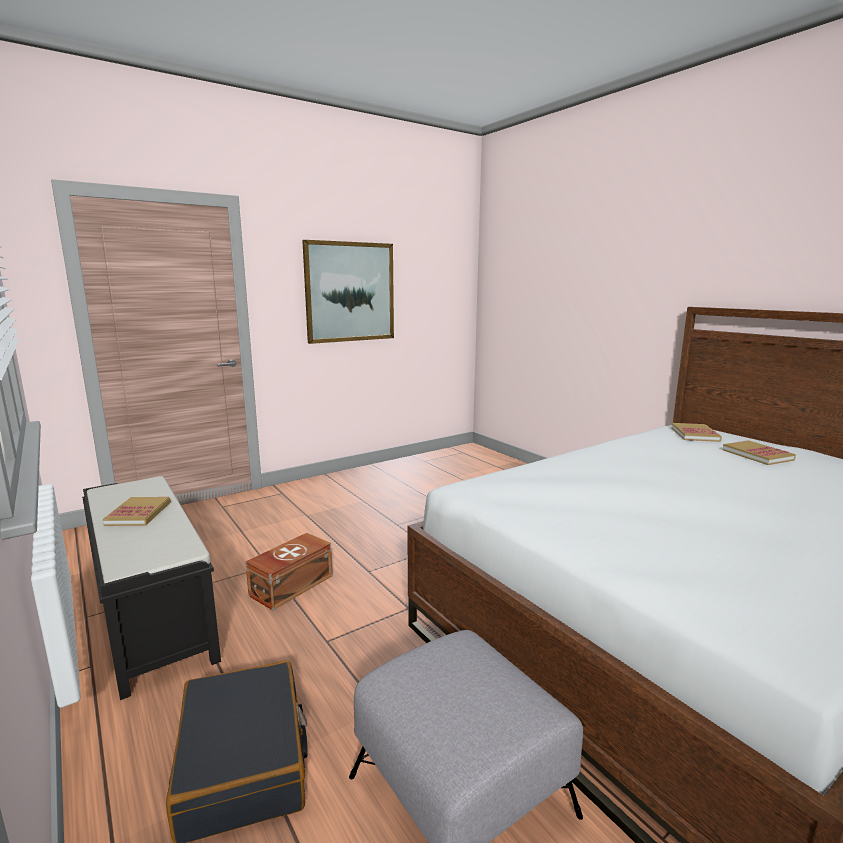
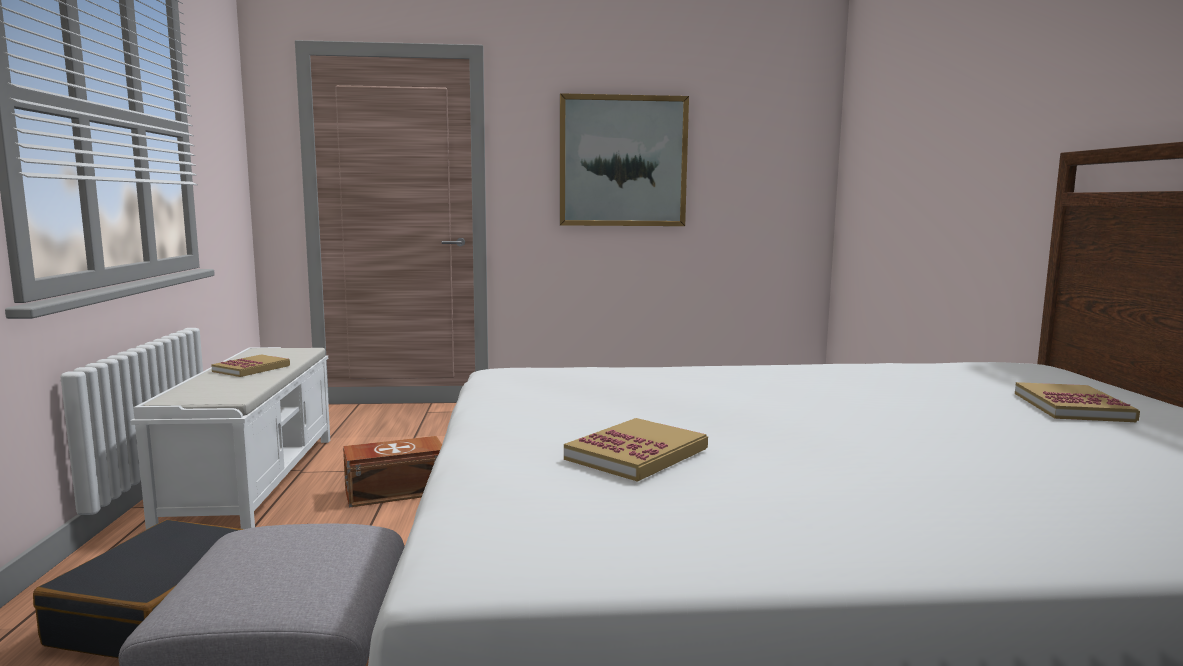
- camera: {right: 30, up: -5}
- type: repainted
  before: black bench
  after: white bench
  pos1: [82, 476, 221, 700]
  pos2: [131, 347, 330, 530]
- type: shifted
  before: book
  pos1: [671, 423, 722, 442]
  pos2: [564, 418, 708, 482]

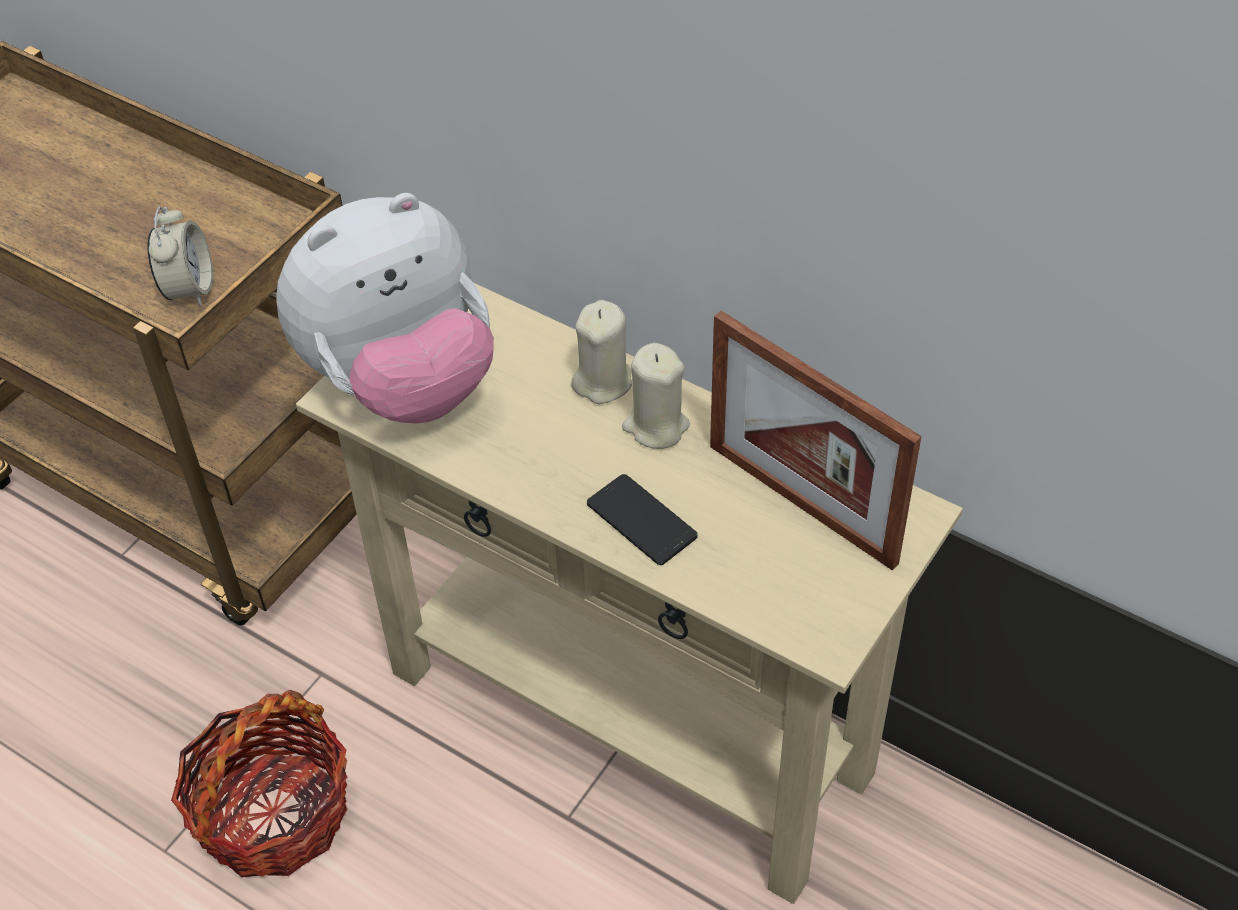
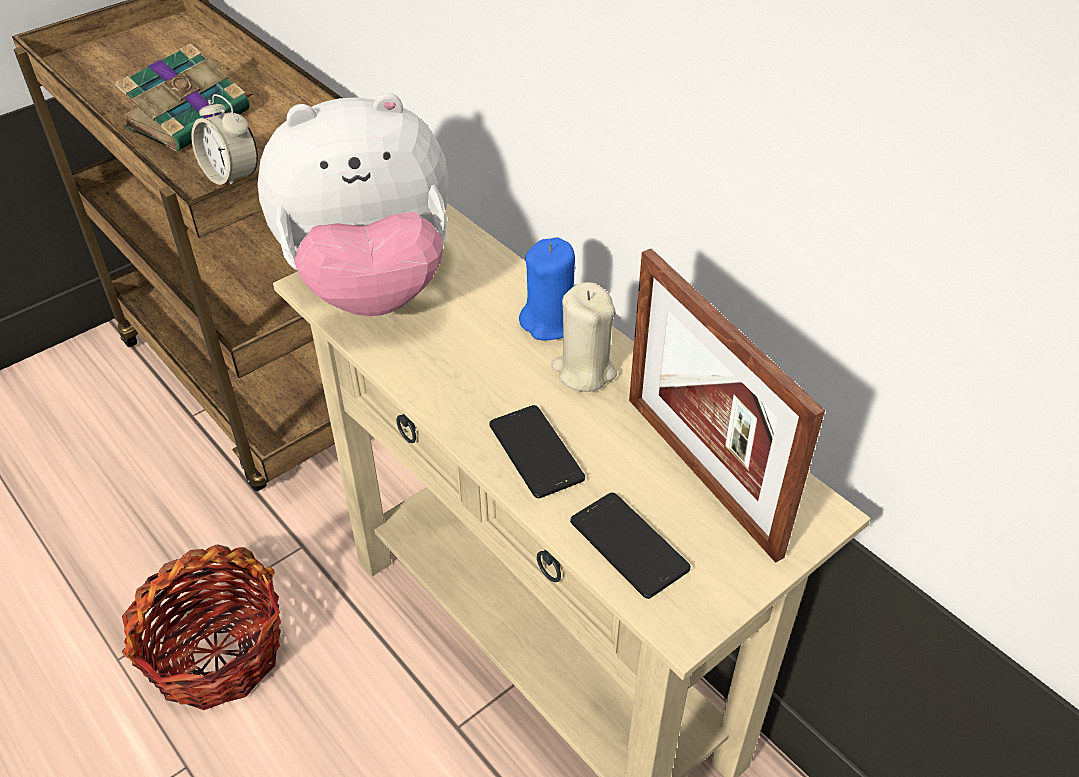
- camera: {right: 15, up: -5}
- type: new
  after: book
  pos2: [115, 43, 253, 152]
- type: rotated
  before: alarm clock
  pos1: [148, 206, 213, 306]
  pos2: [191, 94, 258, 185]
  turn: 120
- type: repainted
  before: beige candle
  after: blue candle
  pos1: [571, 300, 632, 404]
  pos2: [519, 237, 575, 341]
- type: new
  after: phone
  pos2: [570, 493, 691, 599]

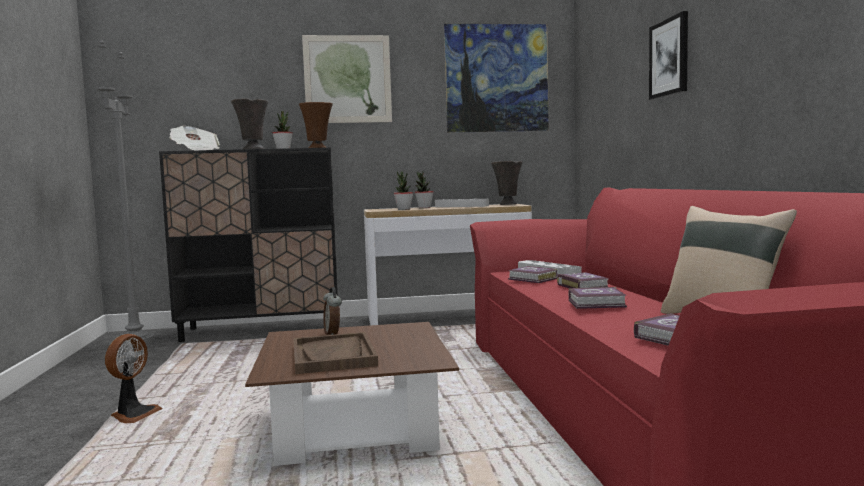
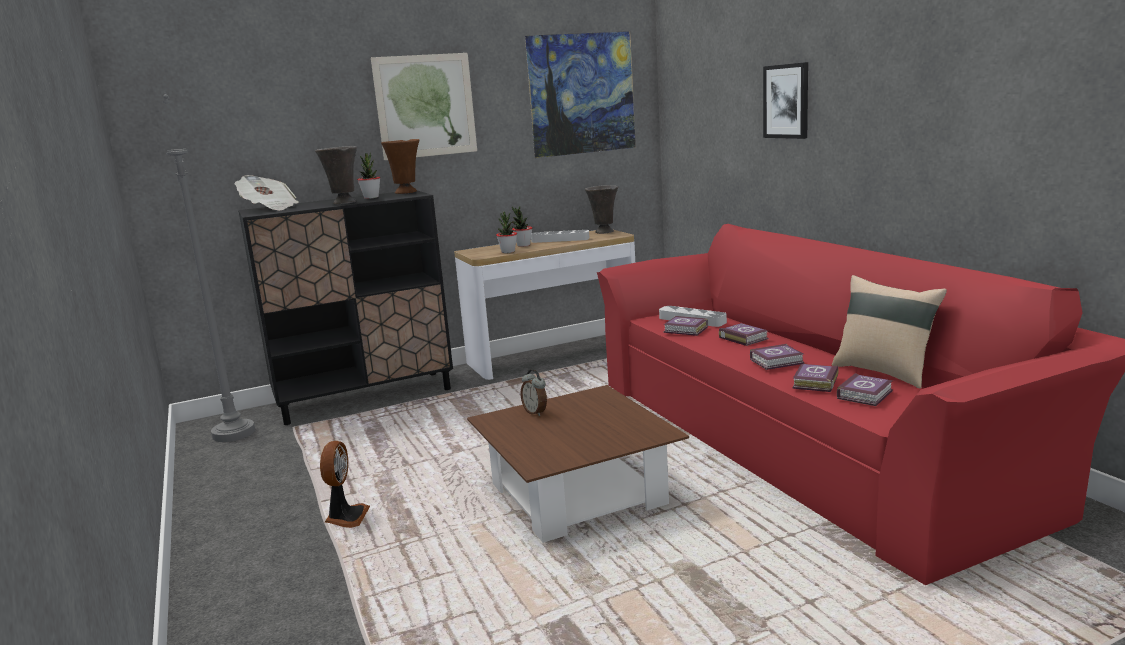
- camera: {right: -15, up: 10}
- type: new
  after: book
  pos2: [793, 364, 838, 392]
- type: gone
  before: brown tray
  pos1: [293, 332, 378, 374]

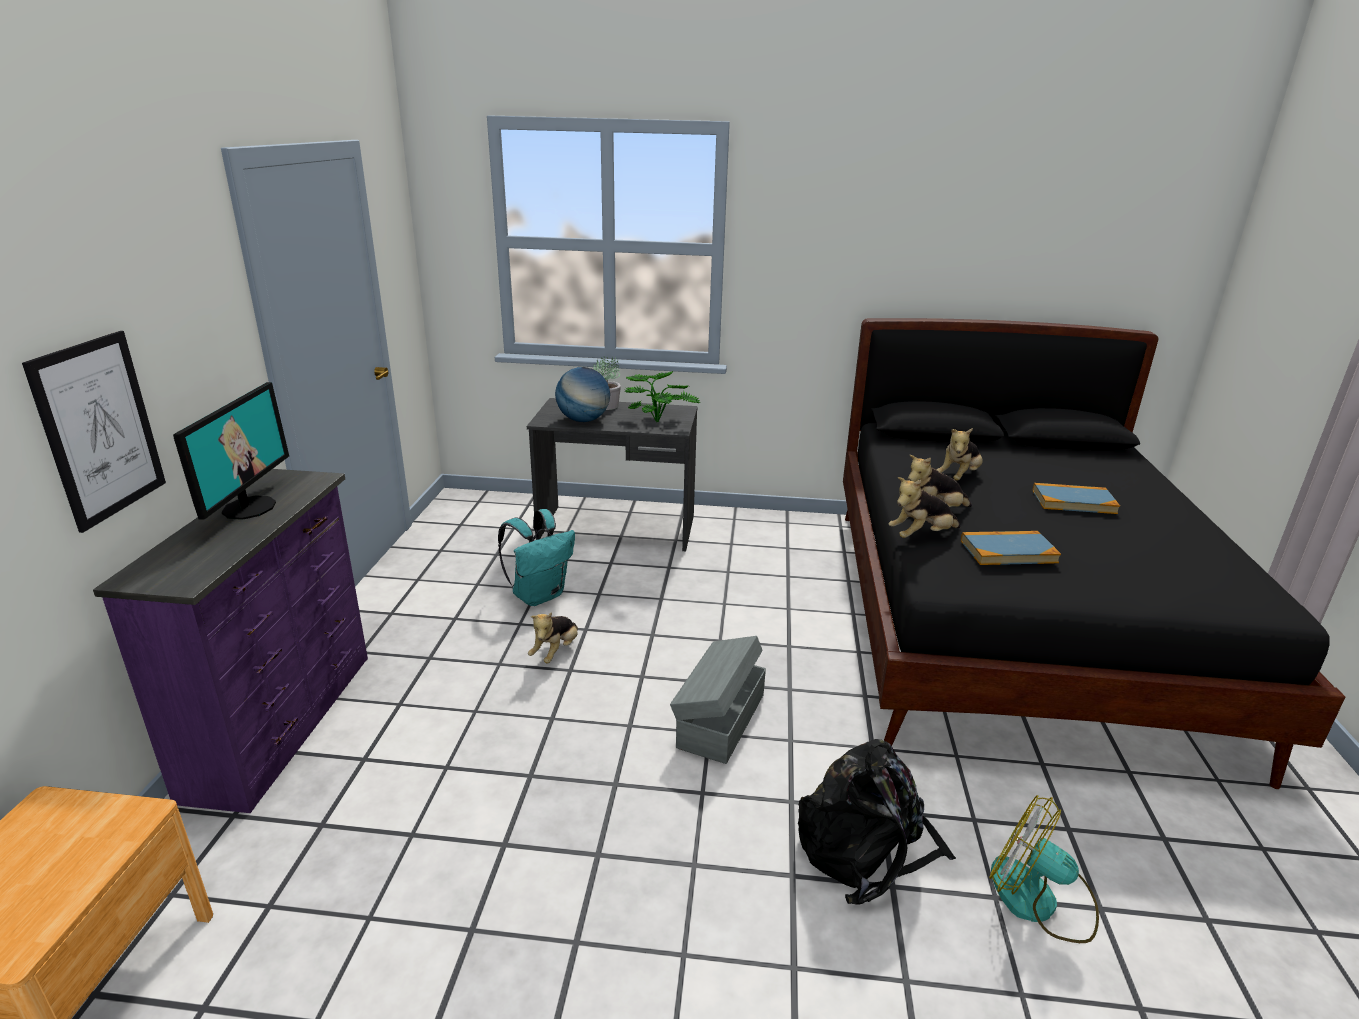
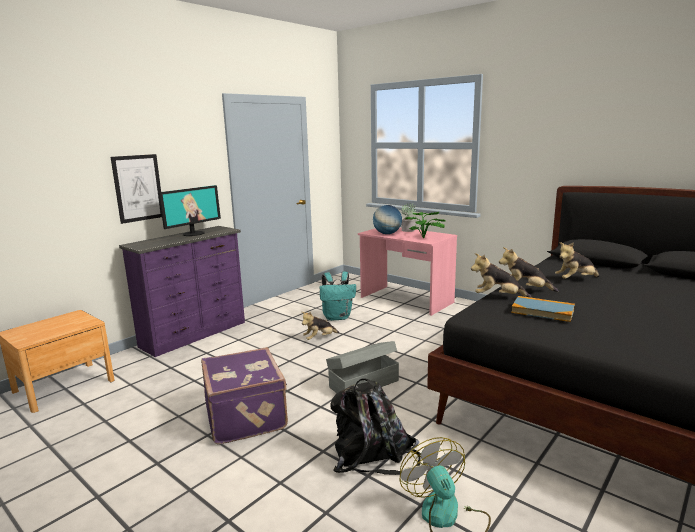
- camera: {right: 35, up: -10}
- type: new
  after: purple suitcase
  pos2: [201, 347, 288, 444]
- type: repainted
  before: grey desk
  after: pink desk
  pos1: [527, 398, 698, 551]
  pos2: [358, 227, 457, 316]
- type: gone
  before: book
  pos1: [1032, 483, 1120, 514]

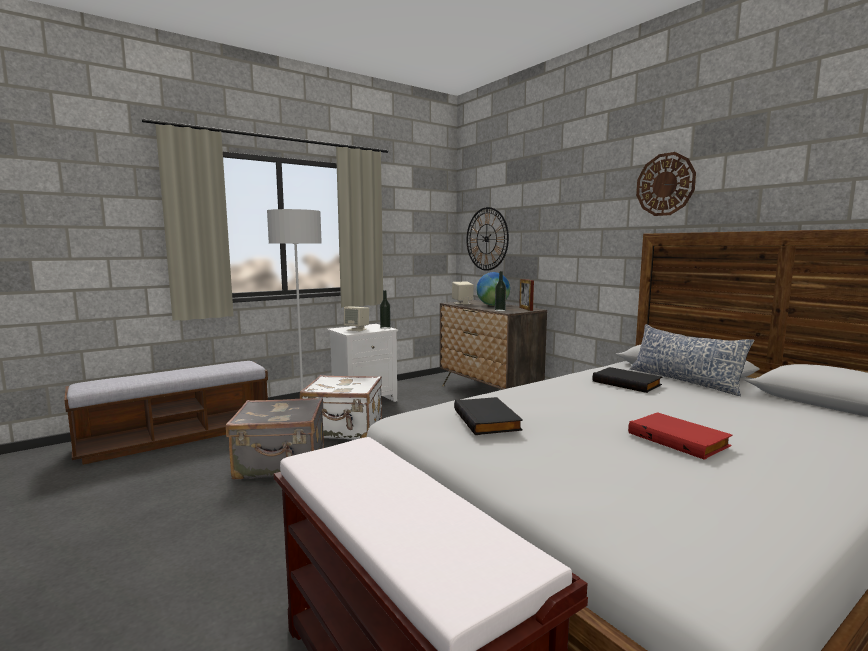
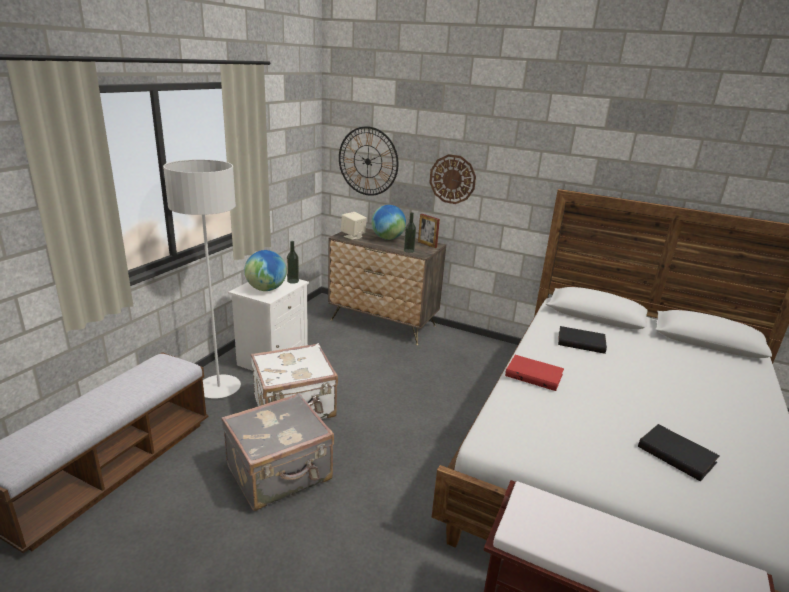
- camera: {right: -30, up: 15}
- type: swapped
  before: beige speaker
  after: globe
  pos1: [344, 307, 369, 331]
  pos2: [244, 250, 287, 291]
- type: shifted
  before: wall clock
  pos1: [636, 152, 696, 216]
  pos2: [429, 154, 476, 204]
- type: shifted
  before: red book
  pos1: [628, 412, 733, 460]
  pos2: [505, 355, 564, 391]
- type: shifted
  before: black book
  pos1: [454, 397, 523, 435]
  pos2: [638, 424, 720, 481]
- type: gone
  before: pillow
  pos1: [630, 324, 755, 396]

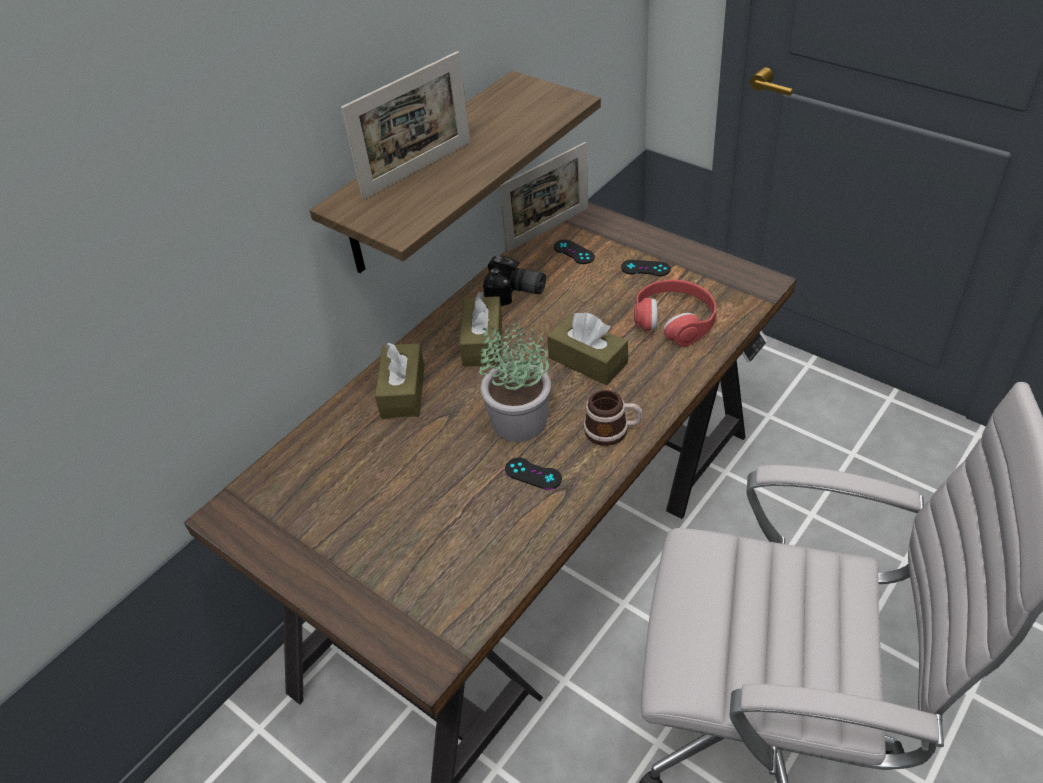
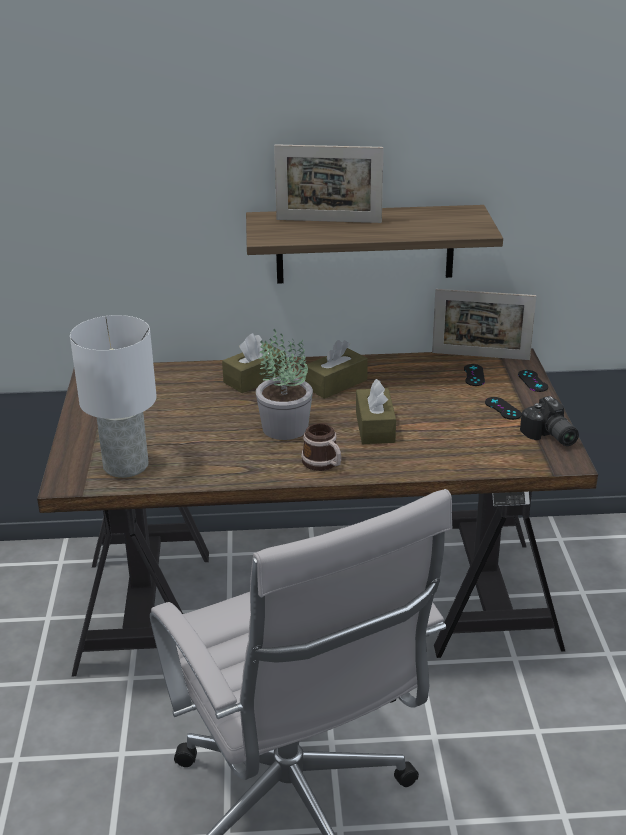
- camera: {right: 45, up: -15}
- type: new
  after: white table lamp
  pos2: [70, 315, 157, 478]
- type: shifted
  before: black game controller
  pos1: [505, 458, 562, 490]
  pos2: [518, 370, 548, 392]
- type: shifted
  before: photo camera
  pos1: [483, 256, 546, 306]
  pos2: [520, 396, 579, 446]
- type: gone
  before: red headphones
  pos1: [634, 279, 716, 347]

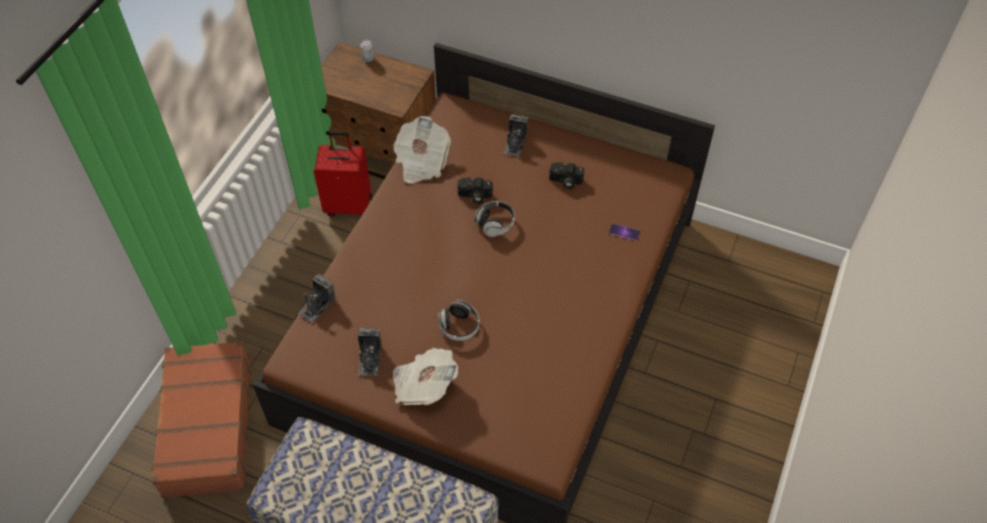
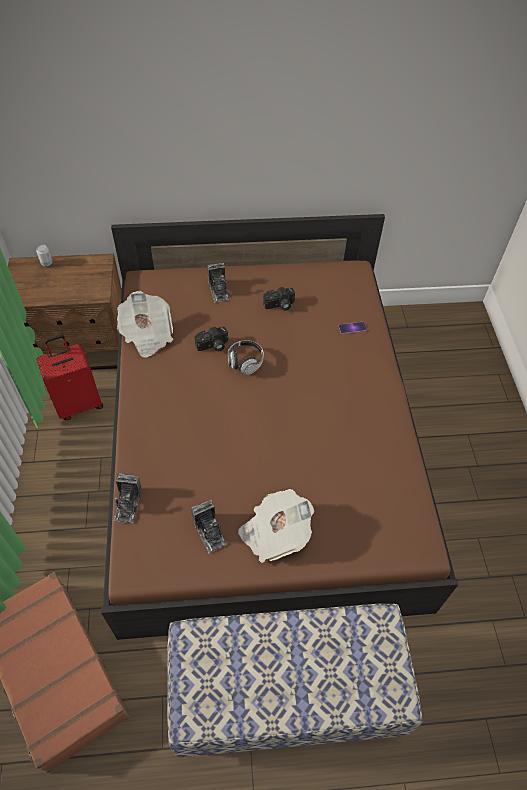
- camera: {right: -30, up: 0}
- type: gone
  before: headphones
  pos1: [438, 300, 479, 341]

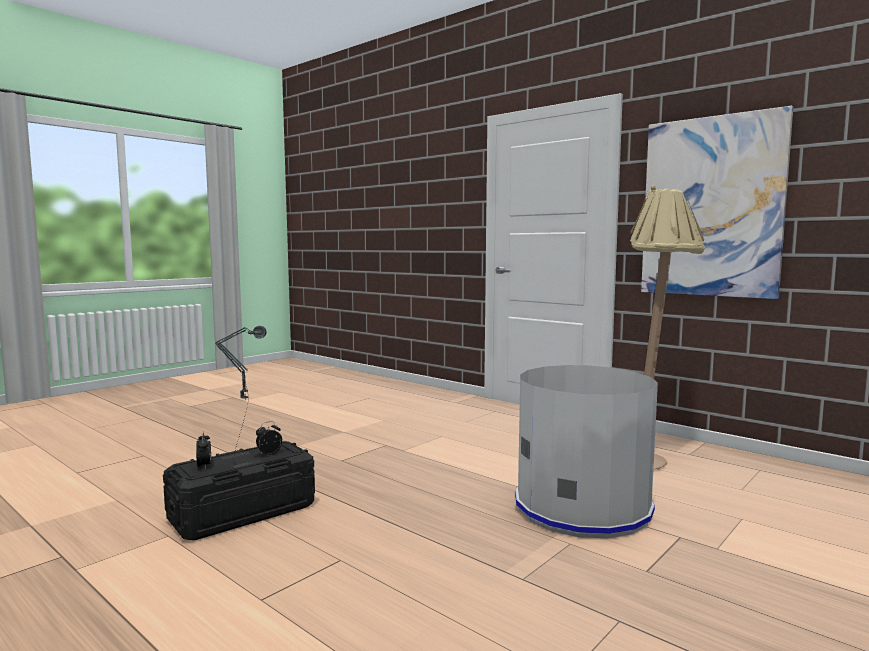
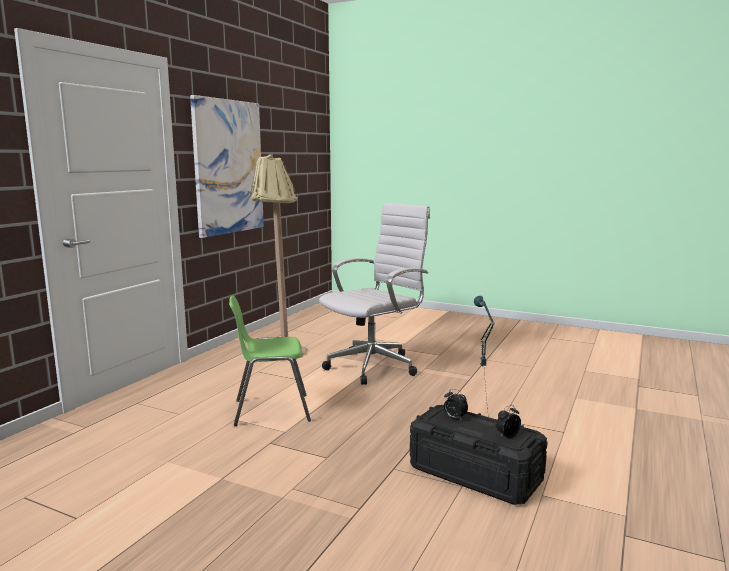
- camera: {right: -105, up: 5}
- type: new
  after: green chair
  pos2: [229, 296, 311, 426]
- type: swapped
  before: grey trash can
  after: white office chair
  pos1: [515, 365, 658, 538]
  pos2: [319, 203, 430, 385]

